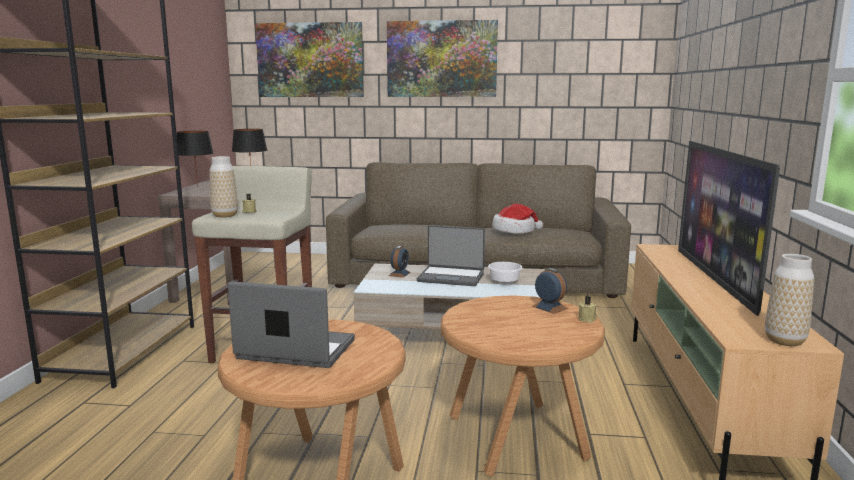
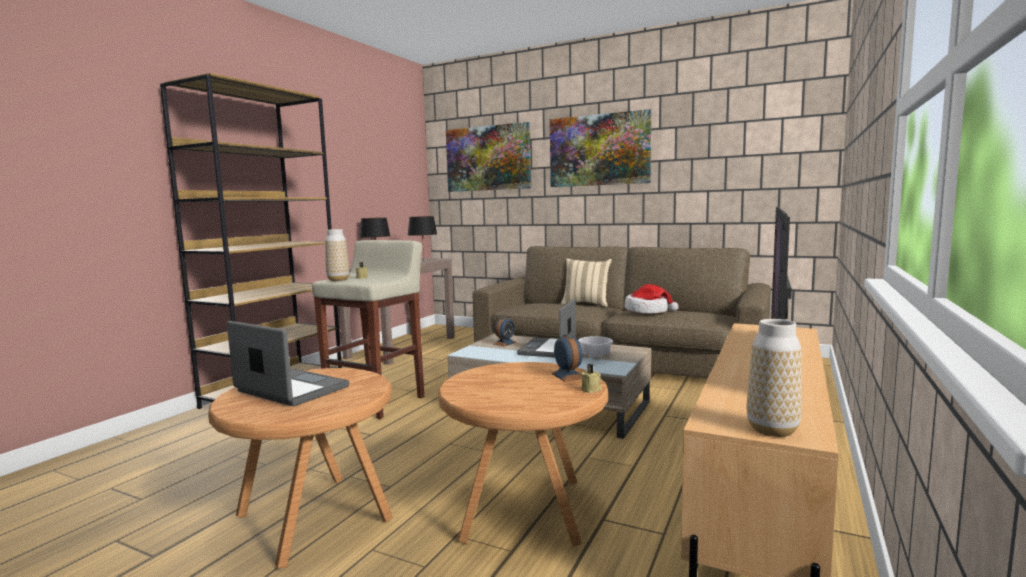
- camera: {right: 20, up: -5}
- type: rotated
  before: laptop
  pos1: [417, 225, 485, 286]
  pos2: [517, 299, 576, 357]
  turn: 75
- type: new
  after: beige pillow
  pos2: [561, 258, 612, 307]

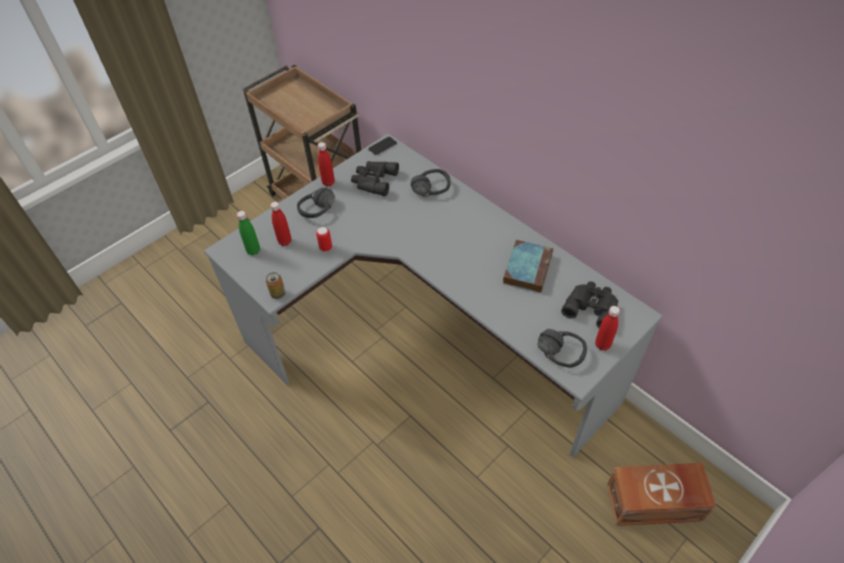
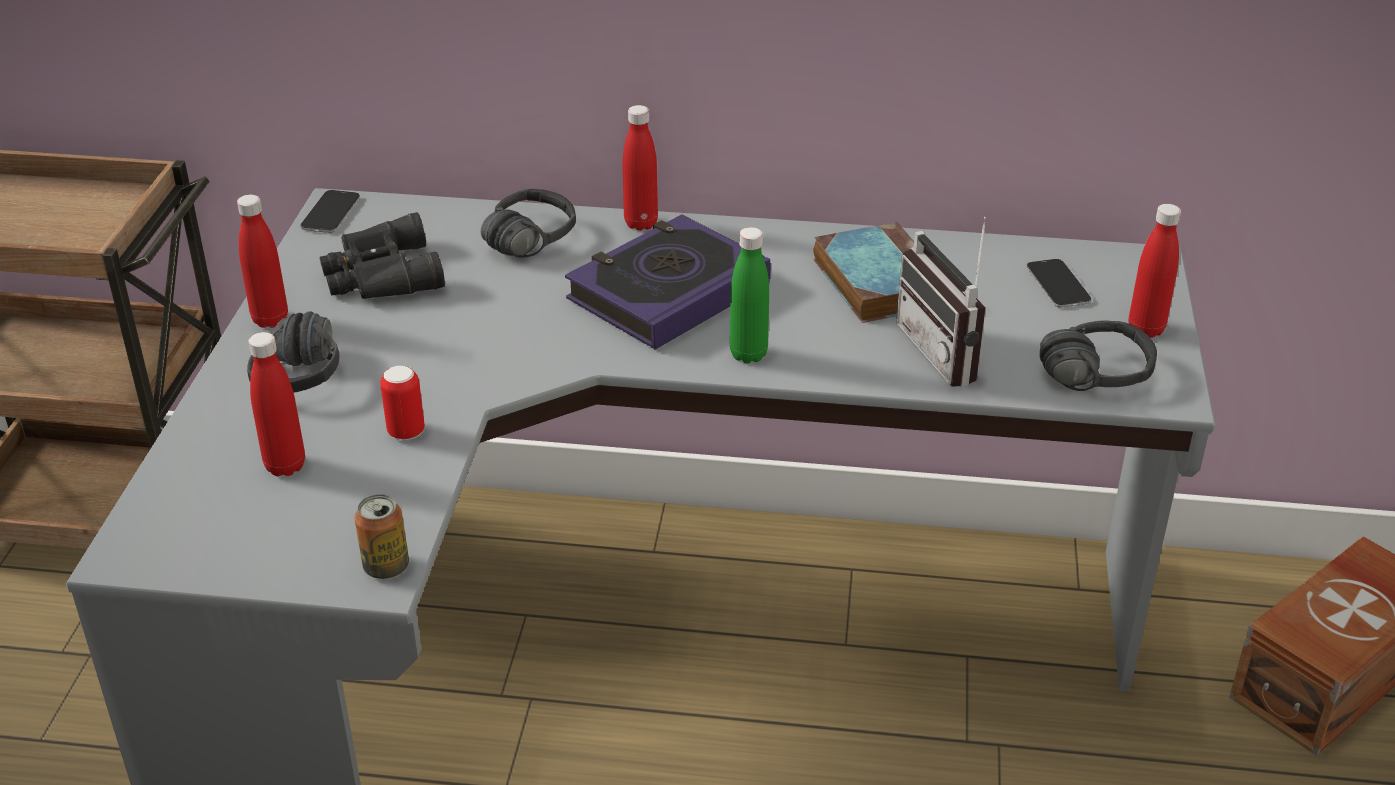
- camera: {right: -40, up: -15}
- type: new
  after: book
  pos2: [565, 214, 771, 350]
- type: new
  after: red bottle
  pos2: [623, 105, 658, 231]
- type: shifted
  before: green bottle
  pos1: [237, 211, 260, 255]
  pos2: [730, 227, 769, 363]
- type: new
  after: radio
  pos2: [896, 217, 986, 387]
- type: swapped
  before: black binoculars
  after: phone
  pos1: [561, 281, 618, 328]
  pos2: [1026, 259, 1091, 307]

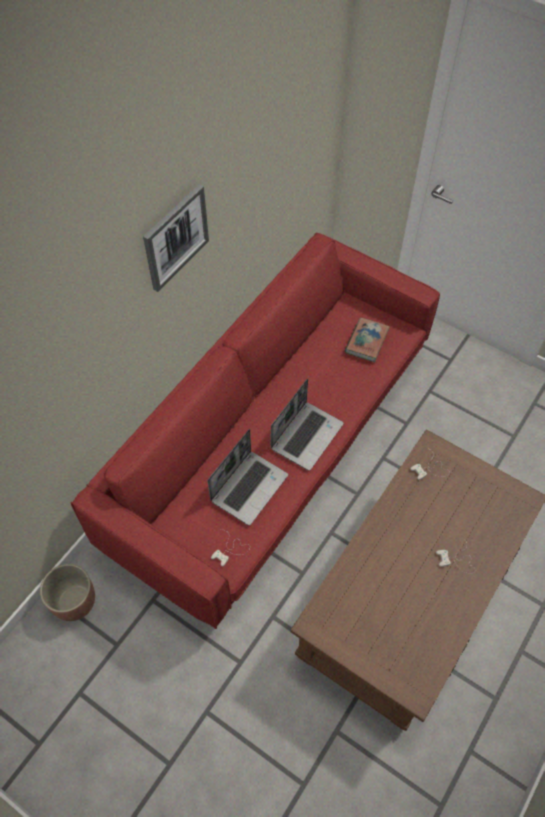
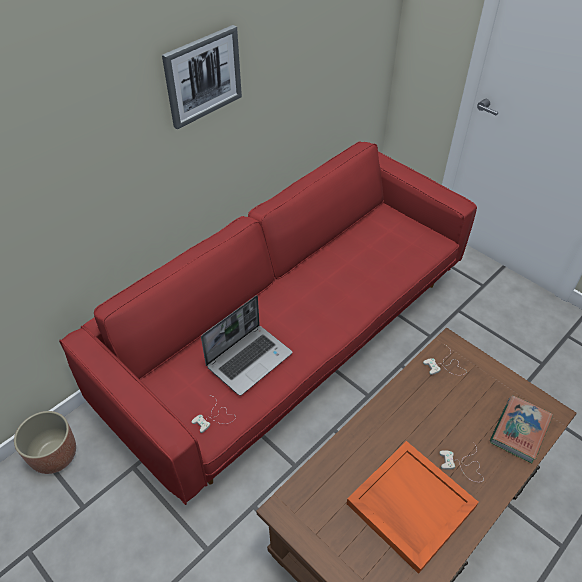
- camera: {right: 10, up: -10}
- type: new
  after: orange tray
  pos2: [347, 441, 479, 574]
- type: shifted
  before: book
  pos1: [345, 318, 390, 362]
  pos2: [490, 395, 553, 463]
- type: gone
  before: laptop
  pos1: [271, 378, 344, 471]

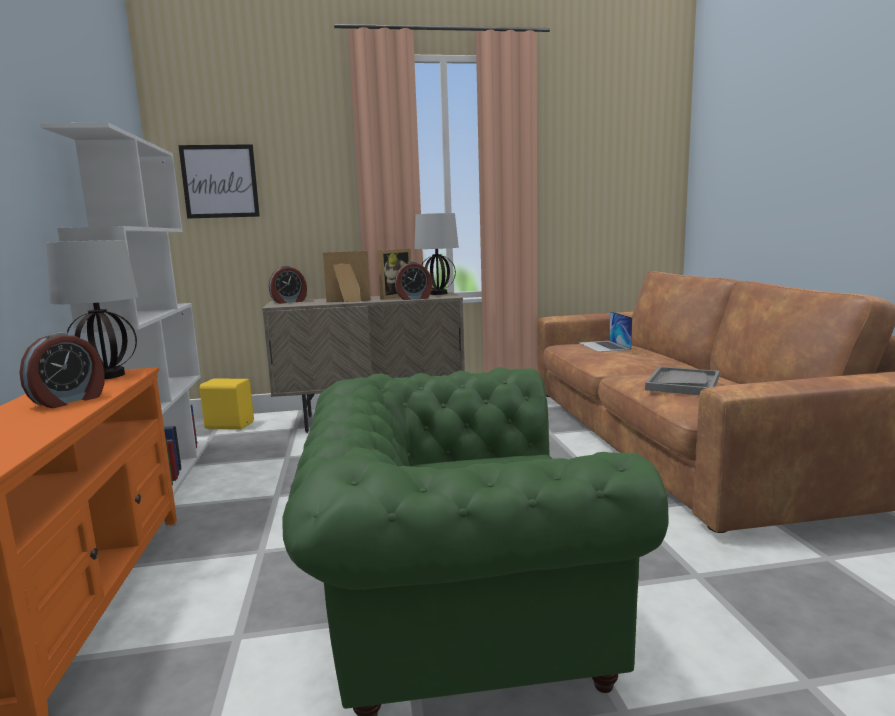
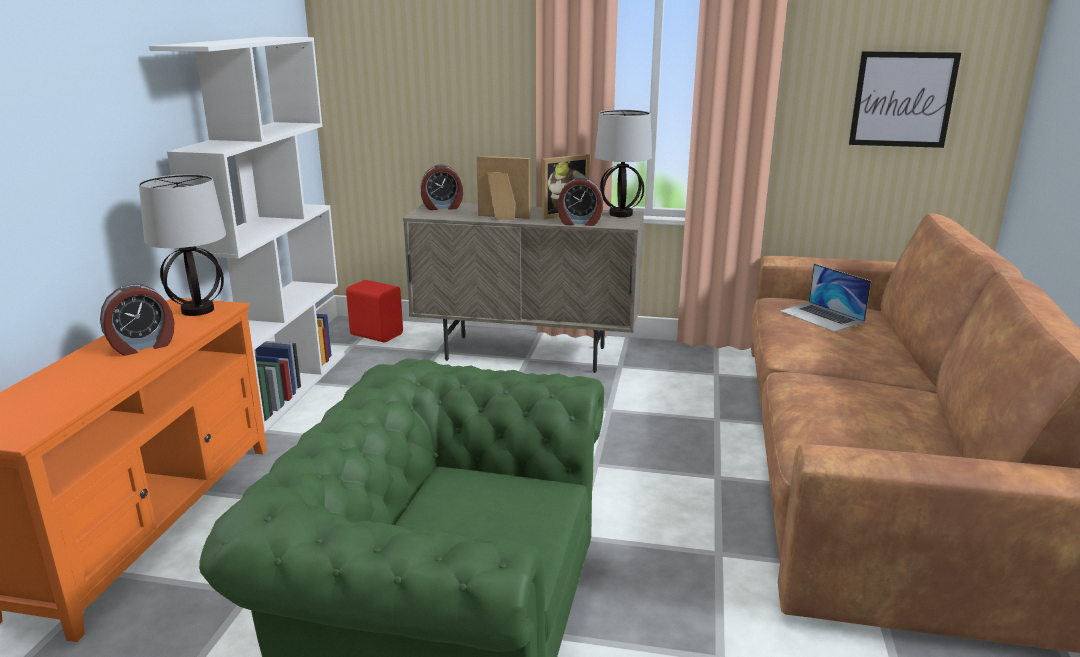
- camera: {right: 20, up: 10}
- type: repainted
  before: yellow speaker
  after: red speaker
  pos1: [200, 379, 254, 429]
  pos2: [346, 280, 403, 343]
- type: rotated
  before: laptop
  pos1: [580, 311, 632, 352]
  pos2: [780, 264, 871, 332]
  turn: -45
- type: shifted
  before: picture
  pos1: [178, 144, 260, 219]
  pos2: [849, 51, 961, 148]
- type: gone
  before: grey tray
  pos1: [645, 366, 719, 395]

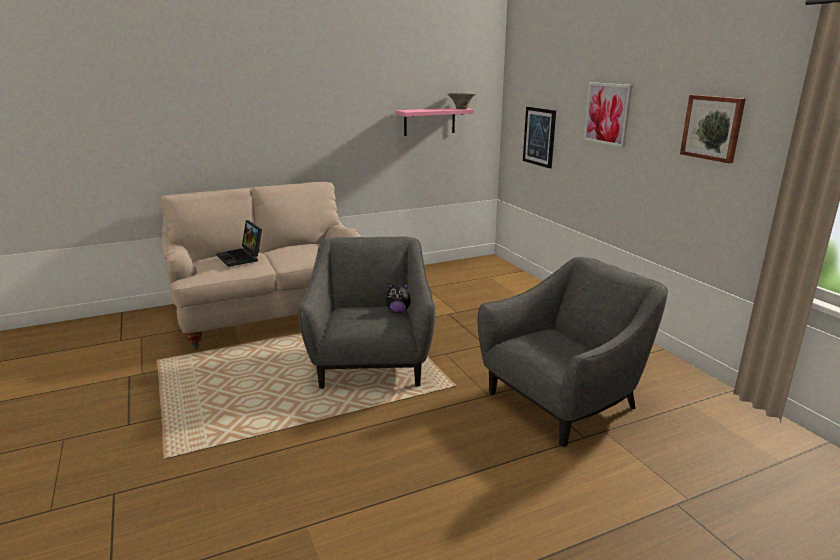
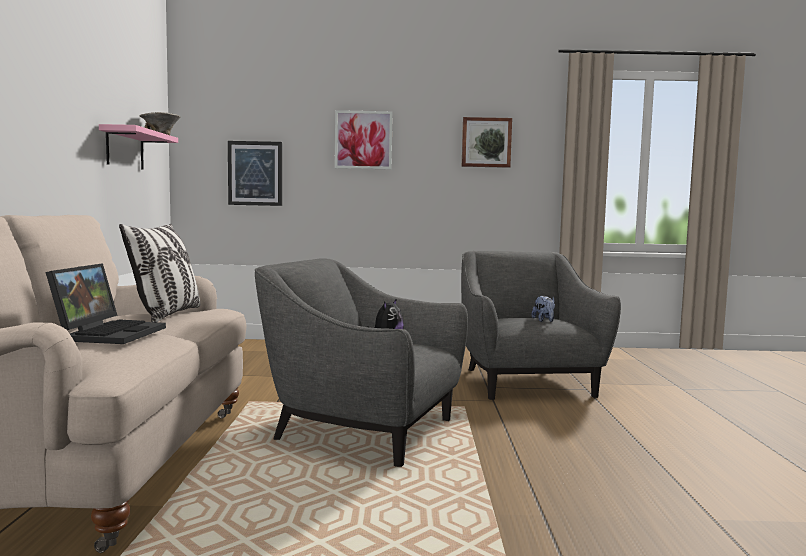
- camera: {right: -65, up: -15}
- type: rotated
  before: laptop
  pos1: [217, 220, 262, 267]
  pos2: [45, 263, 166, 344]
  turn: -75
- type: new
  after: pillow
  pos2: [119, 223, 201, 322]
- type: new
  after: plush toy
  pos2: [532, 296, 555, 322]

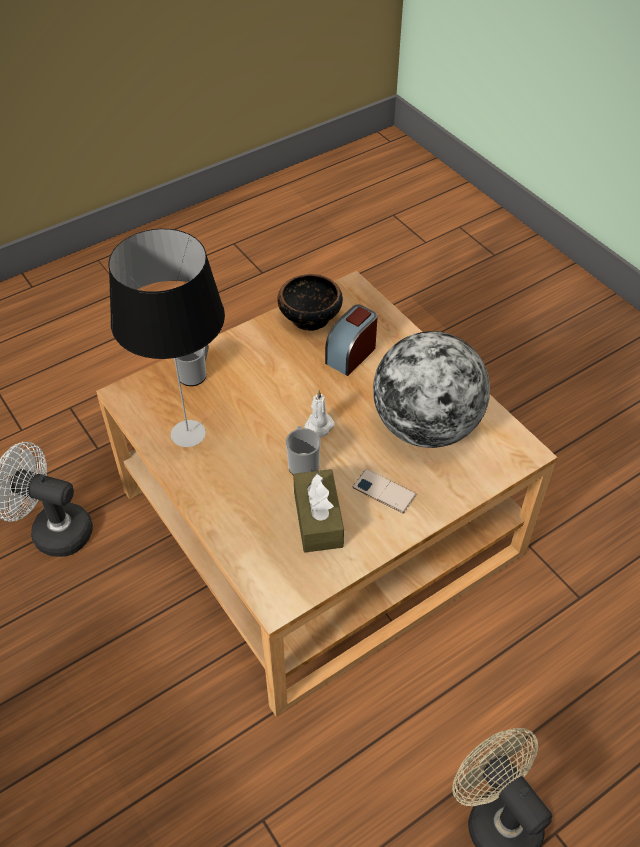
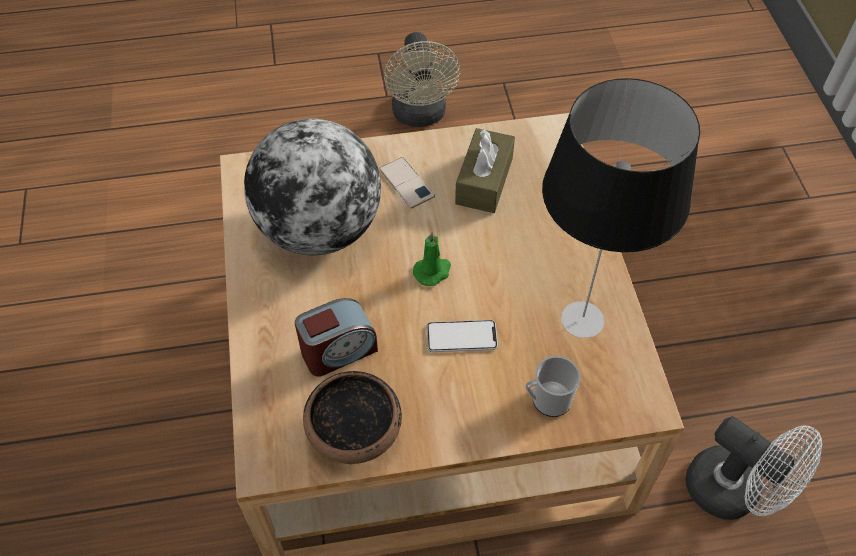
- camera: {right: -155, up: 5}
- type: repainted
  before: white candle
  after: green candle
  pos1: [304, 390, 335, 438]
  pos2: [413, 232, 451, 286]
- type: new
  after: phone
  pos2: [426, 320, 498, 352]
- type: gone
  before: mug
  pos1: [286, 426, 321, 475]

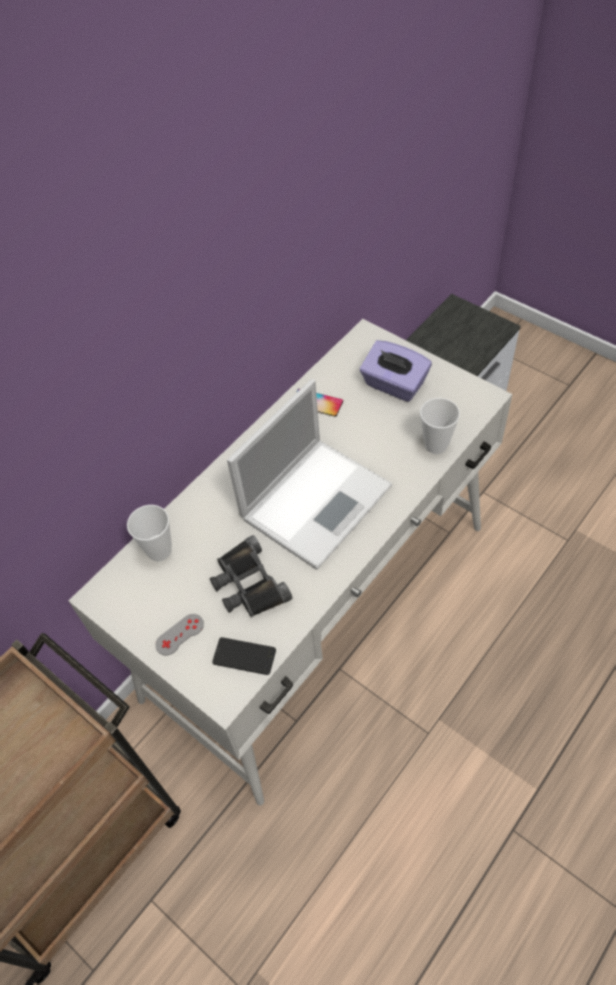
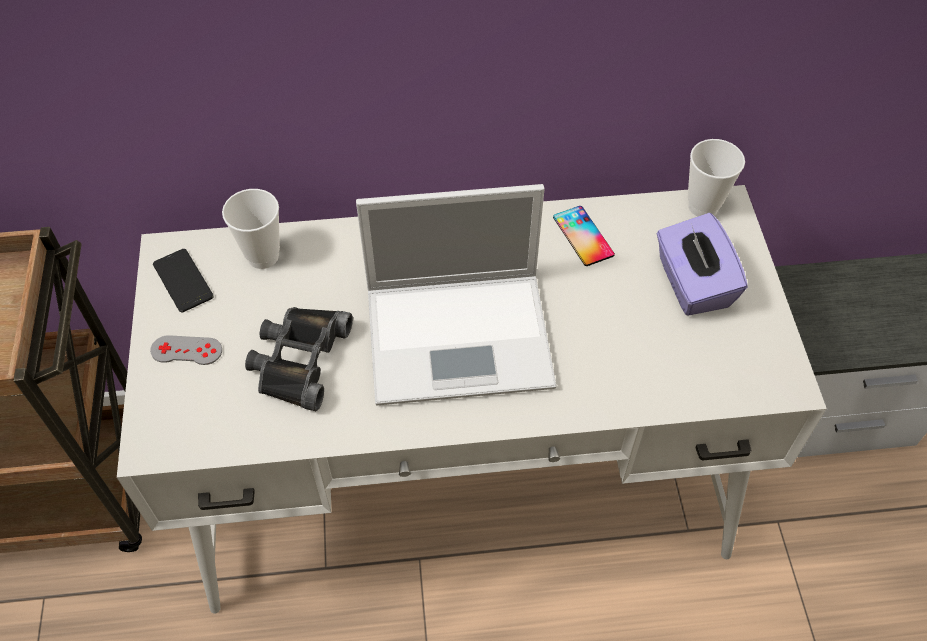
- camera: {right: 40, up: 0}
- type: shifted
  before: phone
  pos1: [212, 637, 276, 675]
  pos2: [153, 249, 214, 312]
- type: shifted
  before: cup
  pos1: [420, 398, 460, 454]
  pos2: [688, 139, 745, 216]

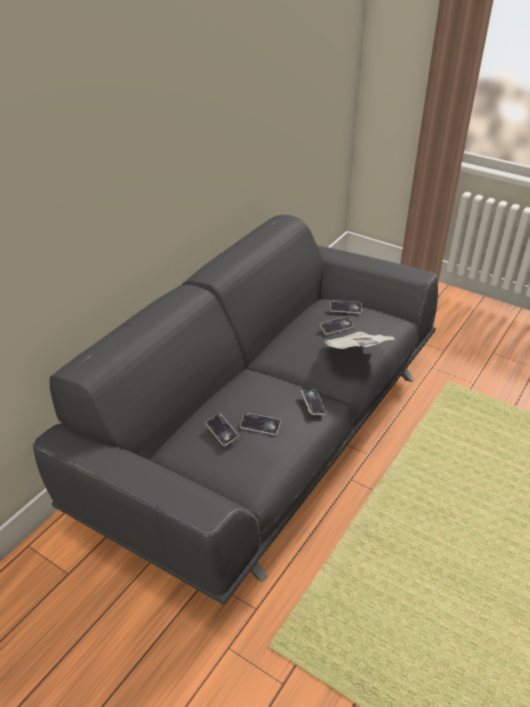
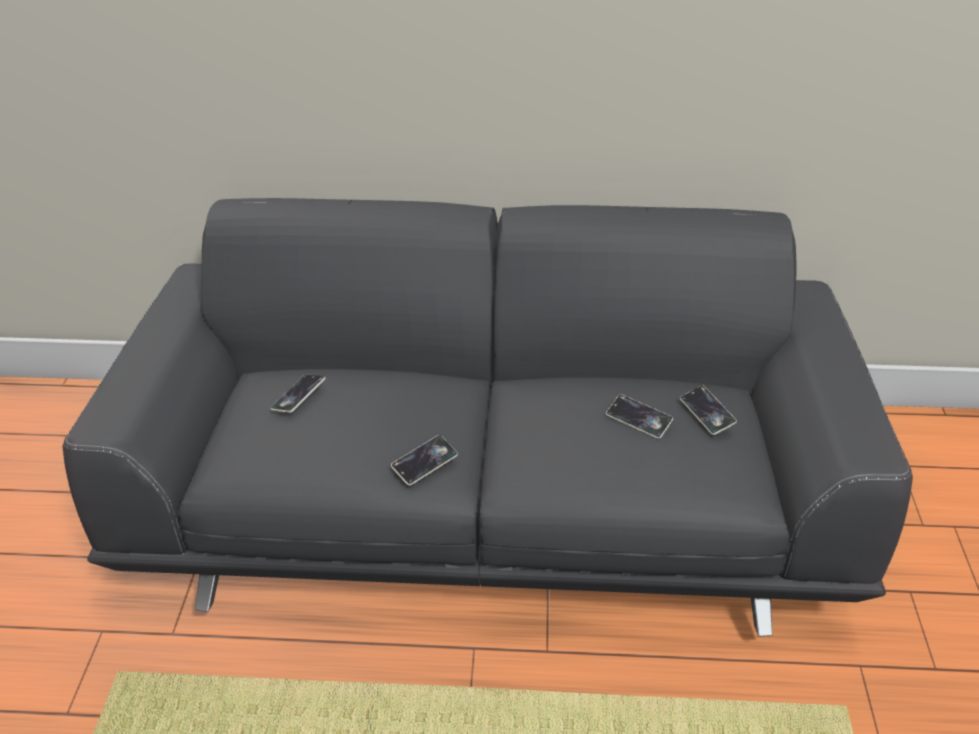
- camera: {right: 60, up: 0}
- type: gone
  before: phone
  pos1: [240, 413, 281, 435]
- type: gone
  before: newspaper
  pos1: [325, 332, 395, 349]

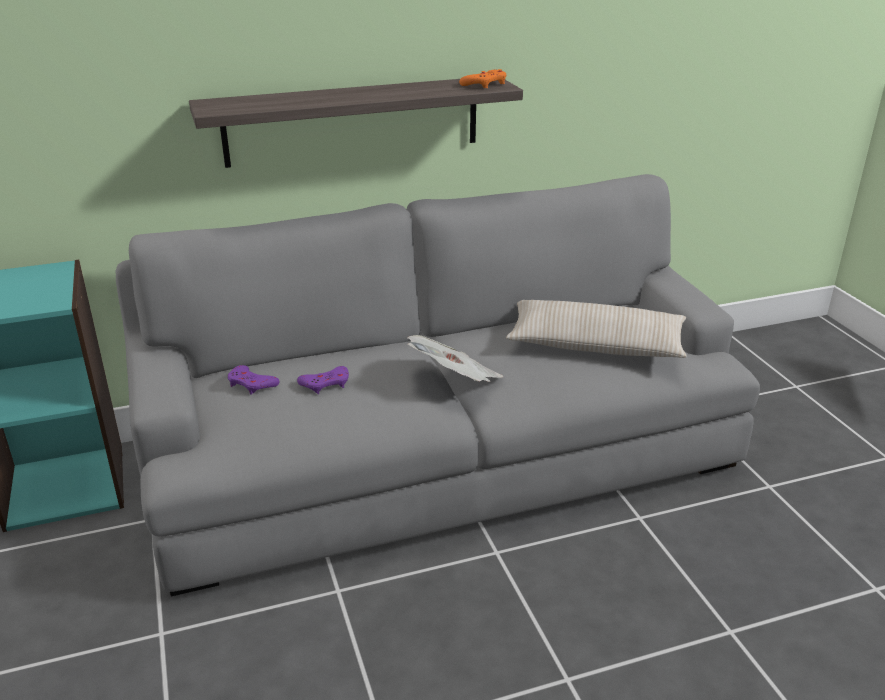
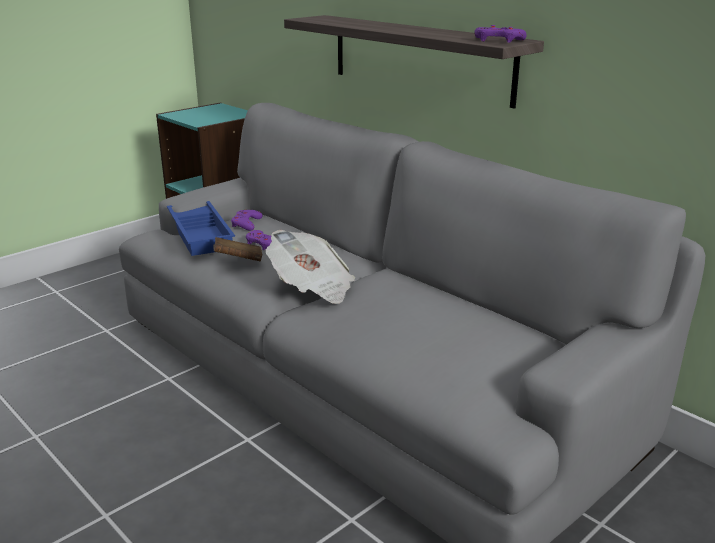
- camera: {right: 65, up: -5}
- type: new
  after: blue tray
  pos2: [167, 201, 235, 256]
- type: new
  after: brown book
  pos2: [213, 237, 262, 261]
- type: repainted
  before: orange game controller
  after: purple game controller
  pos1: [459, 69, 507, 88]
  pos2: [474, 25, 527, 43]
- type: gone
  before: beige pillow
  pos1: [506, 300, 687, 358]

